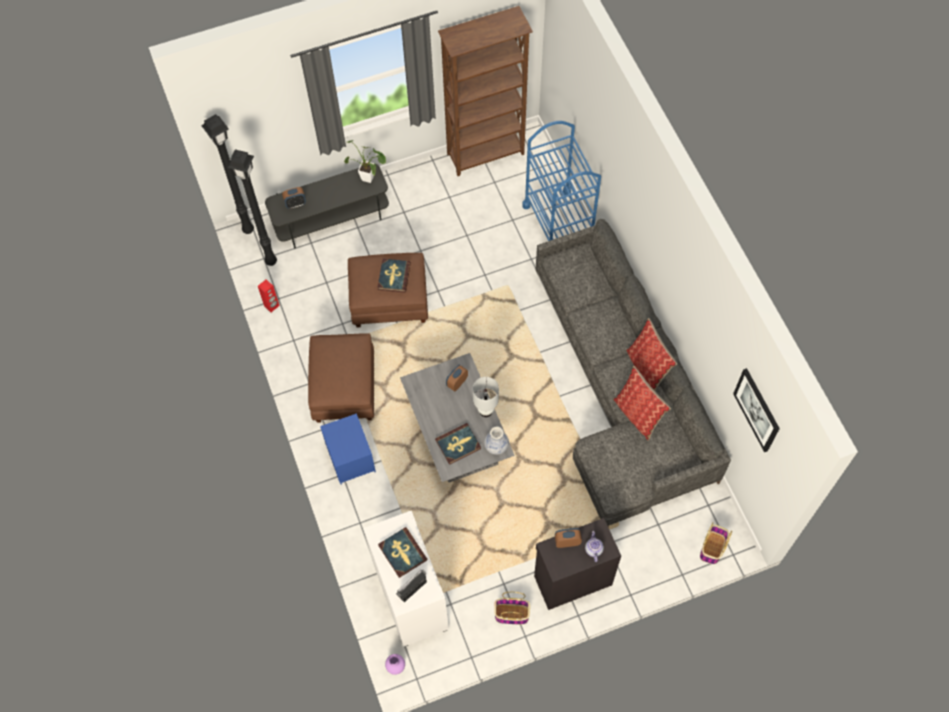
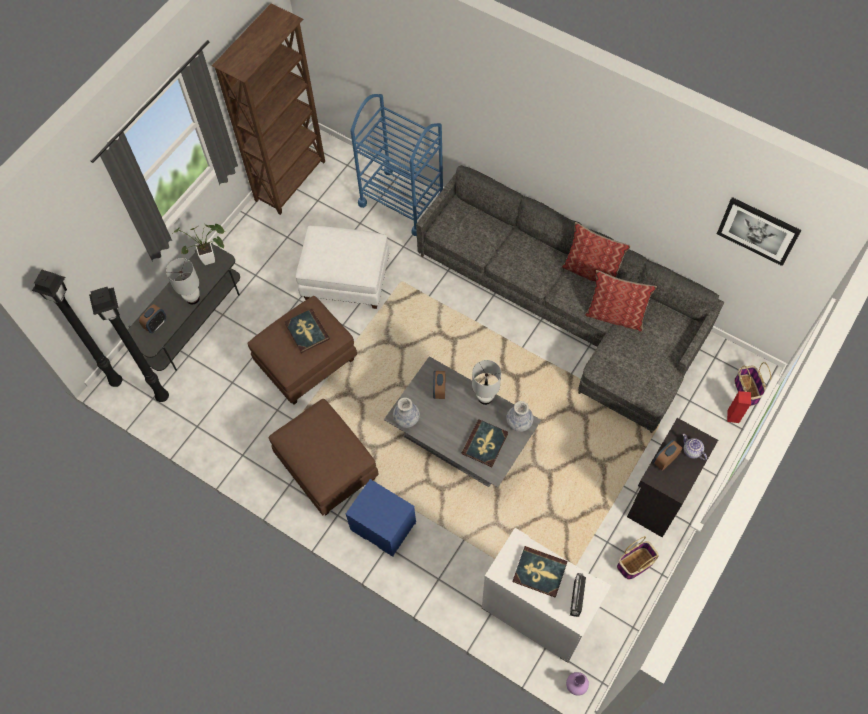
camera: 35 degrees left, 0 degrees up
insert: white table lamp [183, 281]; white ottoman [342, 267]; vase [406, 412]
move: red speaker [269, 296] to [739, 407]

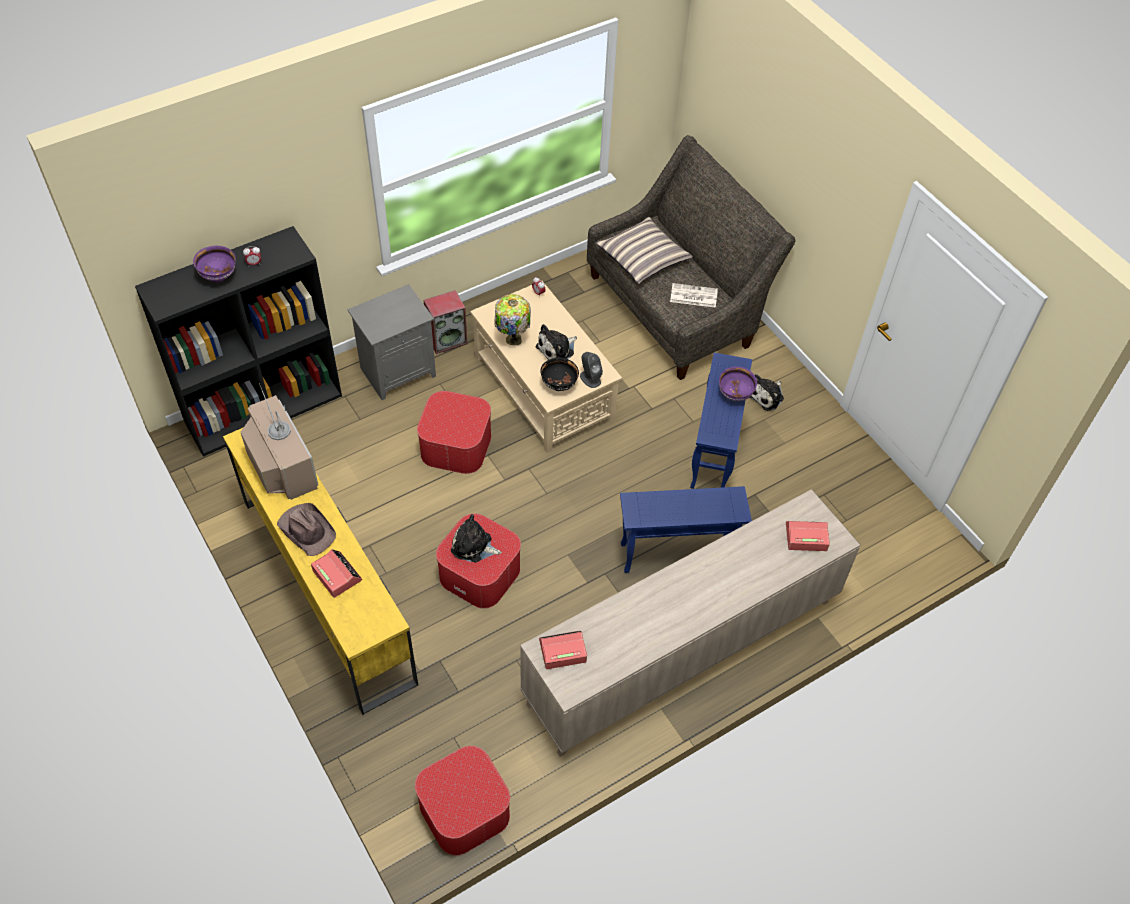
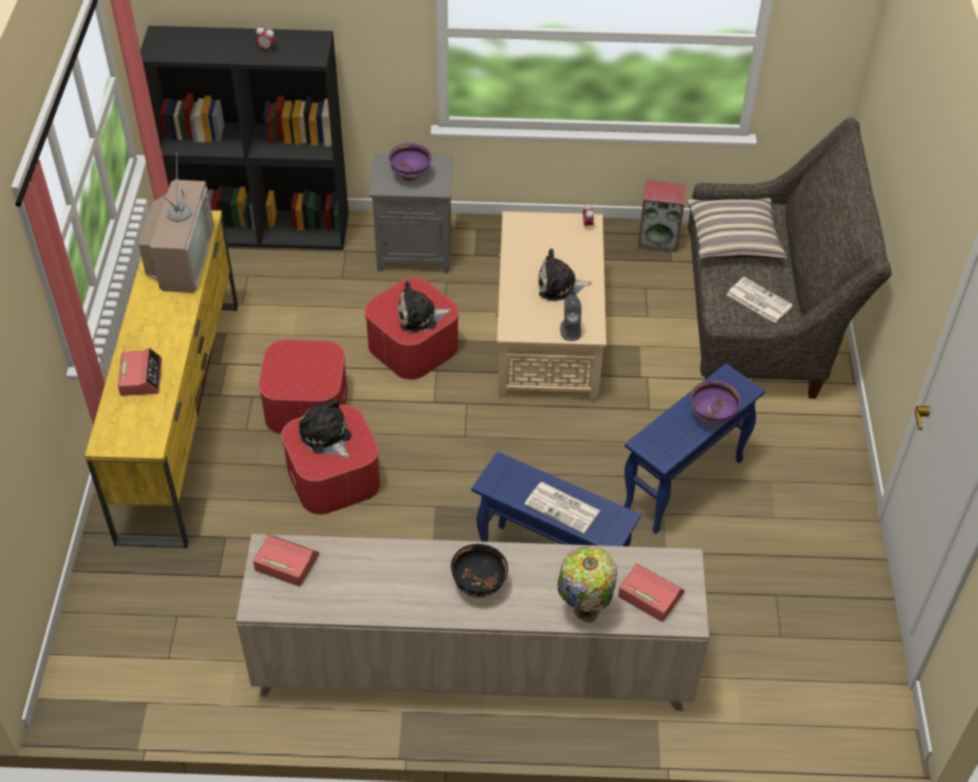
camera: 35 degrees right, 5 degrees down
delete: brown hat [306, 529]
insert: newspaper [562, 508]
move: ottoman [462, 800] to [303, 386]; purple bowl [214, 264] to [410, 162]; plush toy [766, 392] to [424, 307]; black bowl [559, 374] to [479, 570]; table lamp [513, 319] to [587, 584]; speaker [445, 322] to [662, 216]

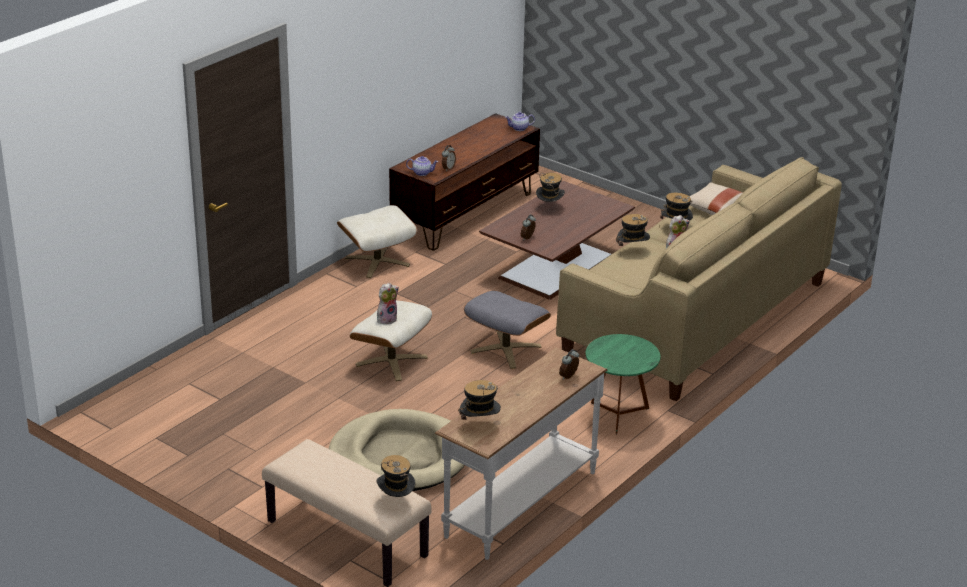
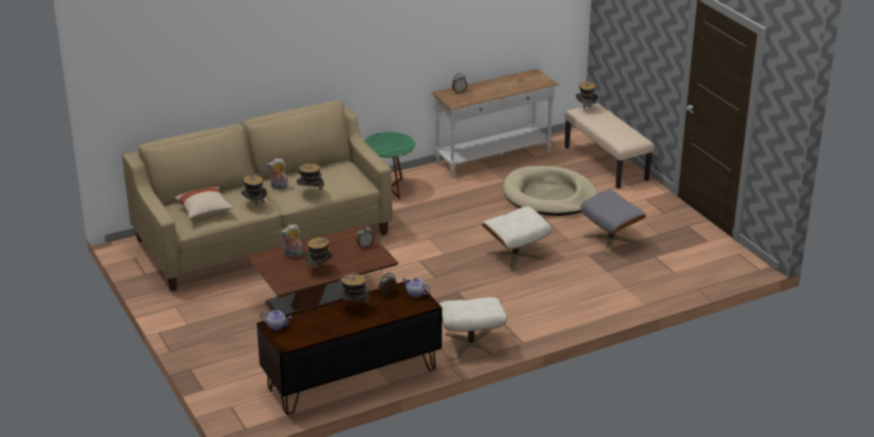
camera: 155 degrees left, 0 degrees up
move: plush toy [388, 303] to [291, 240]; hat [479, 400] to [354, 288]; grey ottoman [507, 330] to [613, 222]

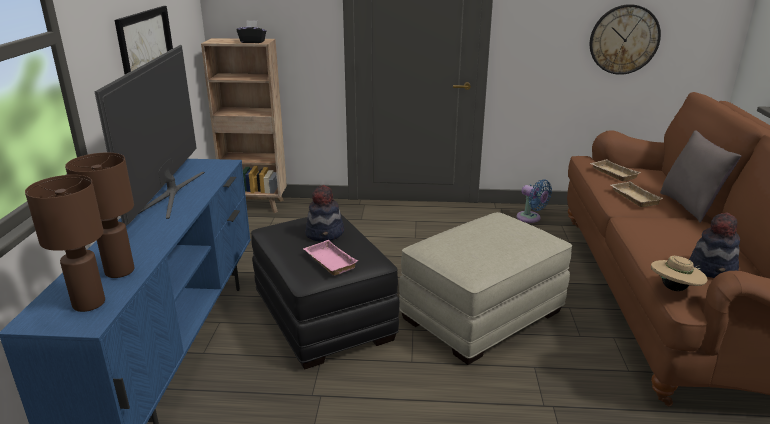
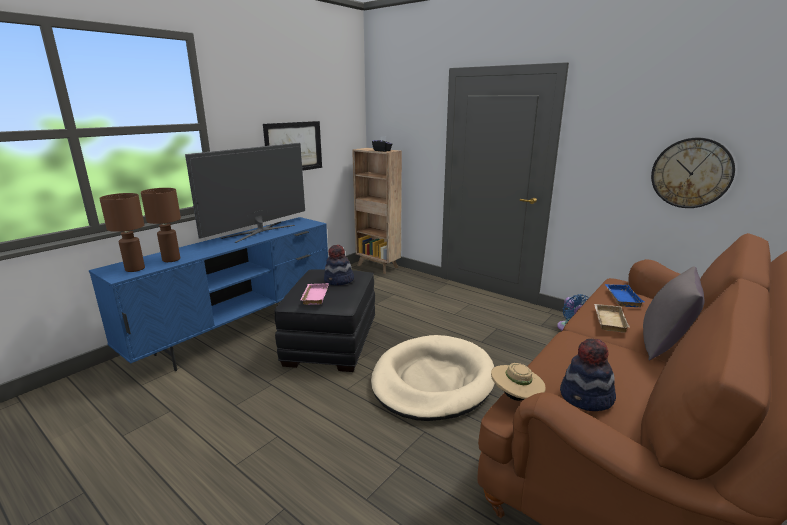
camera: 35 degrees right, 5 degrees down
replace: beige ottoman [485, 288] to beige dog bed [433, 378]
recolor: beige tray [615, 170] to blue tray [624, 295]

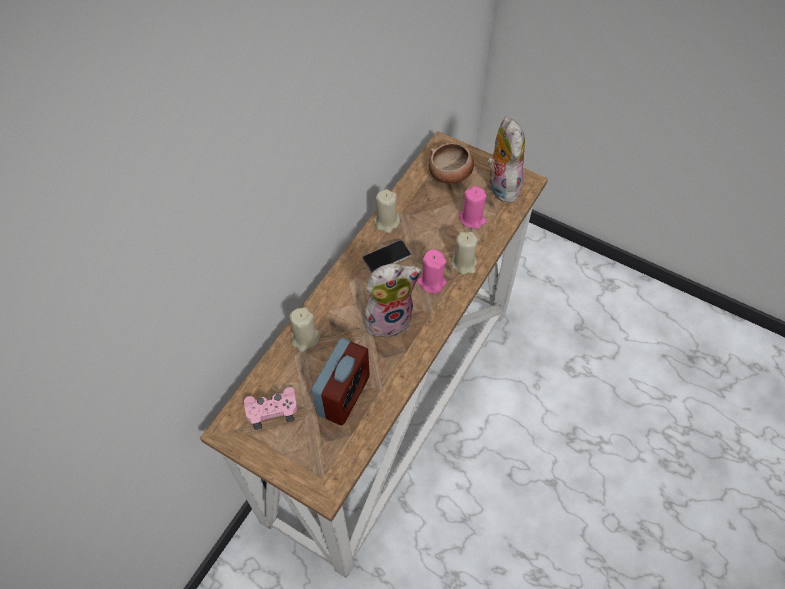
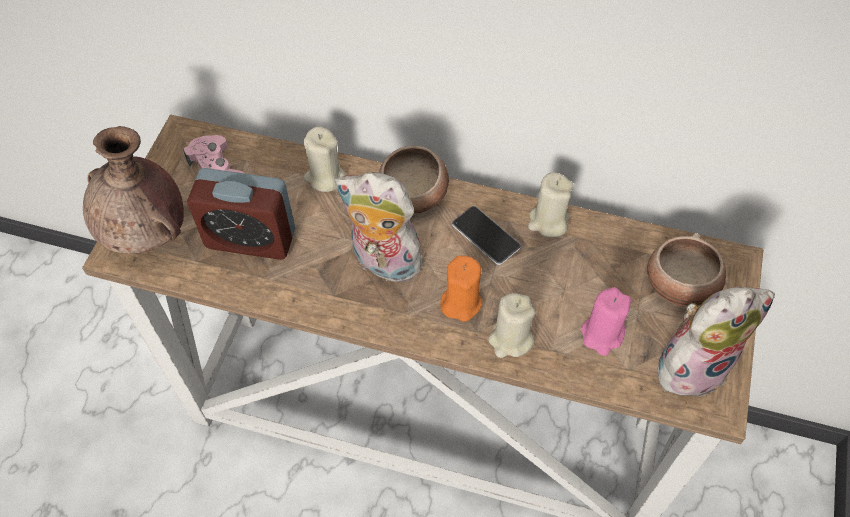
camera: 75 degrees right, 0 degrees up
insert: brown vase [133, 190]; bowl [414, 180]
recolor: pink candle [432, 271] to orange candle [461, 288]
rotate: plush toy [393, 301] = [378, 227] 150 degrees clockwise

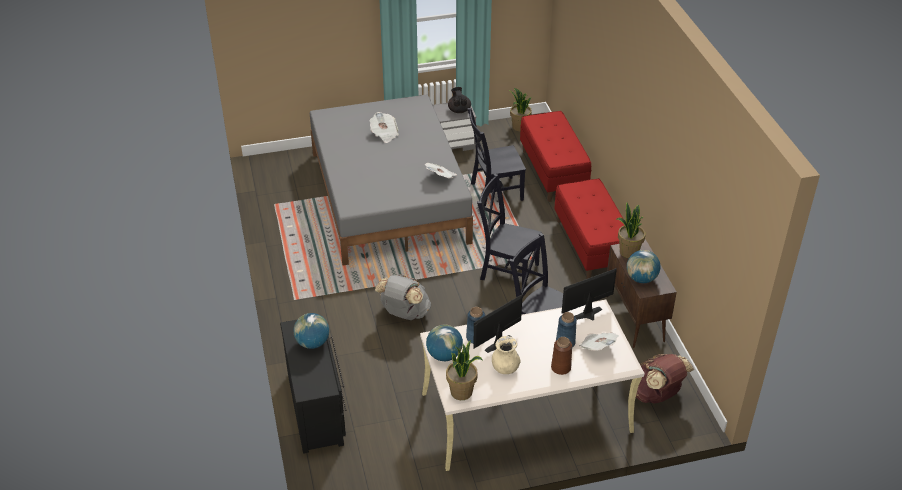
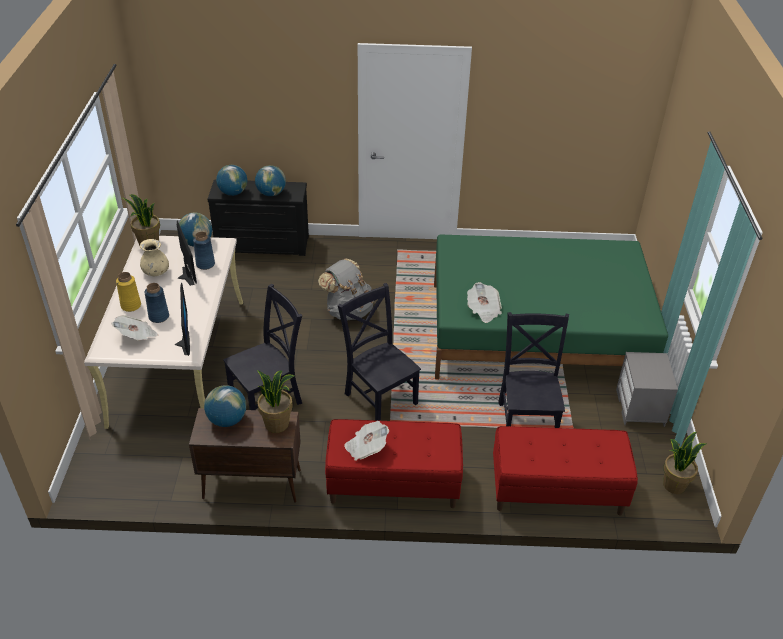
camera: 105 degrees right, 0 degrees up
delete: black teapot [459, 100]; brown backpack [665, 379]
insert: globe [231, 180]
move: newspaper [384, 127] to [366, 441]
recolor: brown vase [561, 356] to yellow vase [128, 292]; grey bed [391, 179] to green bed [551, 306]
rotate: black chair [509, 230] = [379, 352] 75 degrees counterclockwise

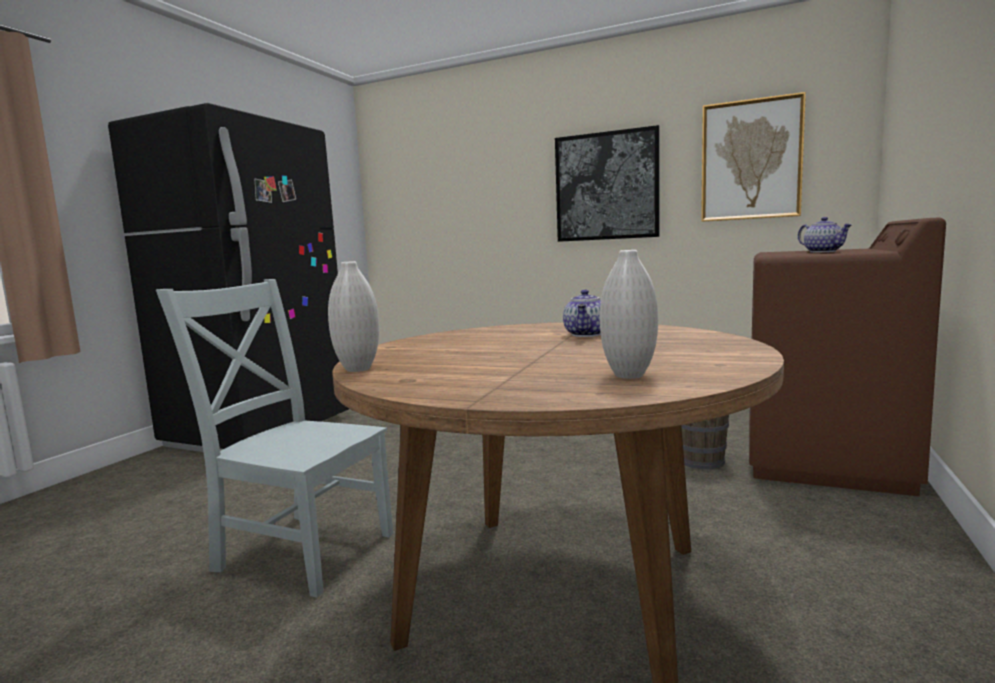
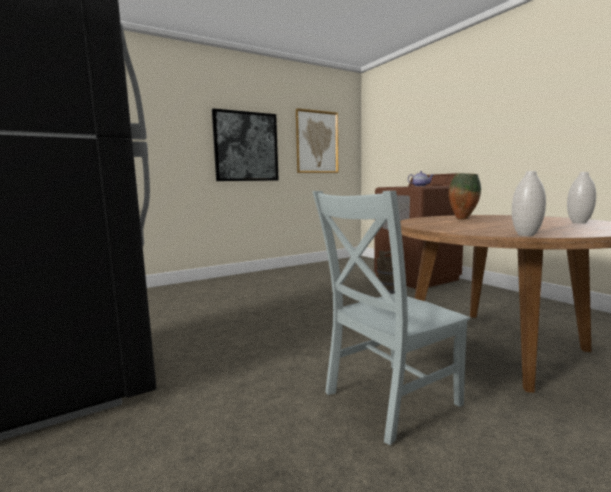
camera: 55 degrees left, 0 degrees up
replace: teapot [582, 313] to vase [465, 196]

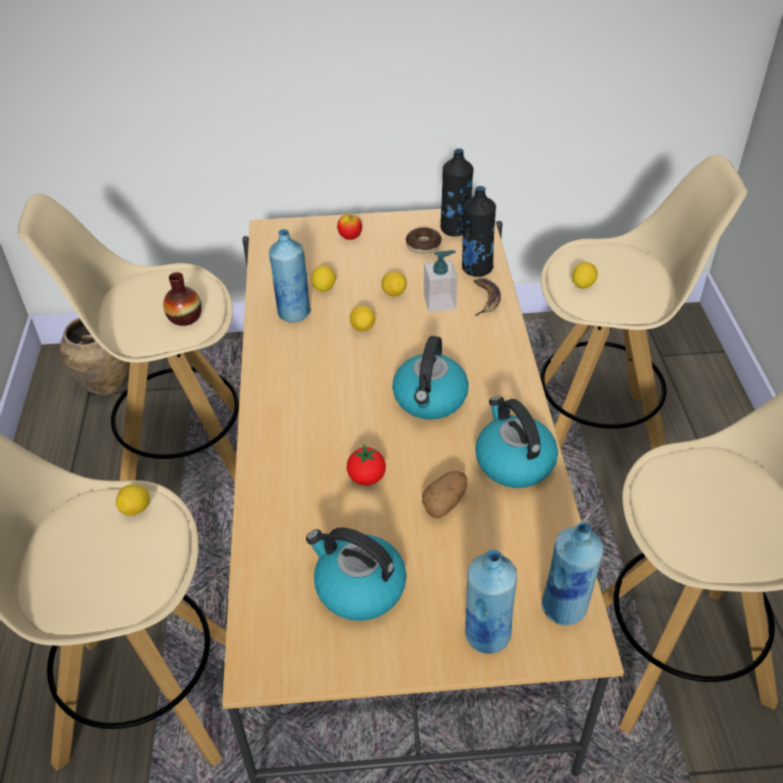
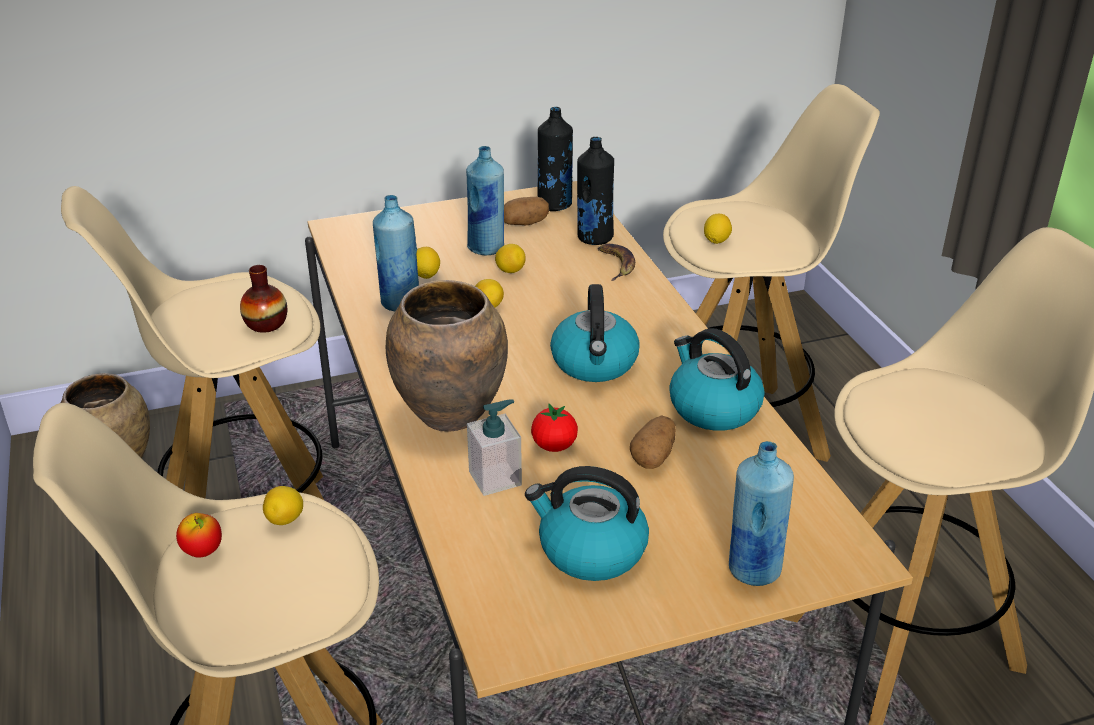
camera: 15 degrees left, 10 degrees down
insert: brown vase [447, 356]
move: apple [349, 227] to [199, 535]; blue bottle [572, 573] to [485, 200]; soap dispenser [440, 281] to [494, 448]
replace: donut [424, 240] to potato [526, 211]

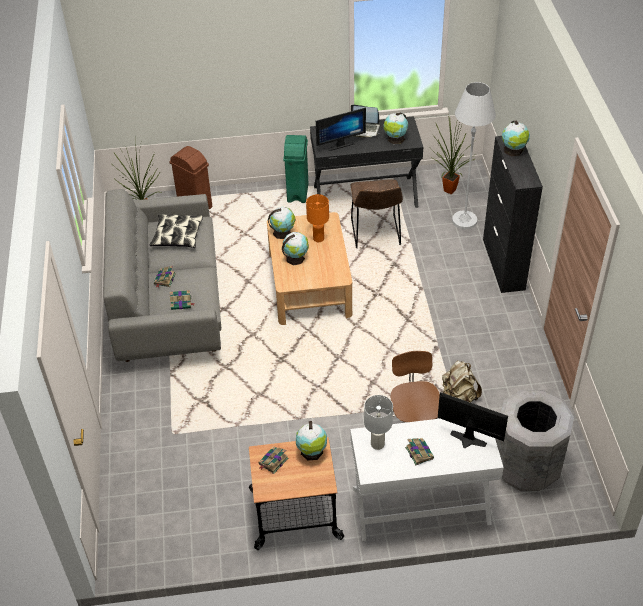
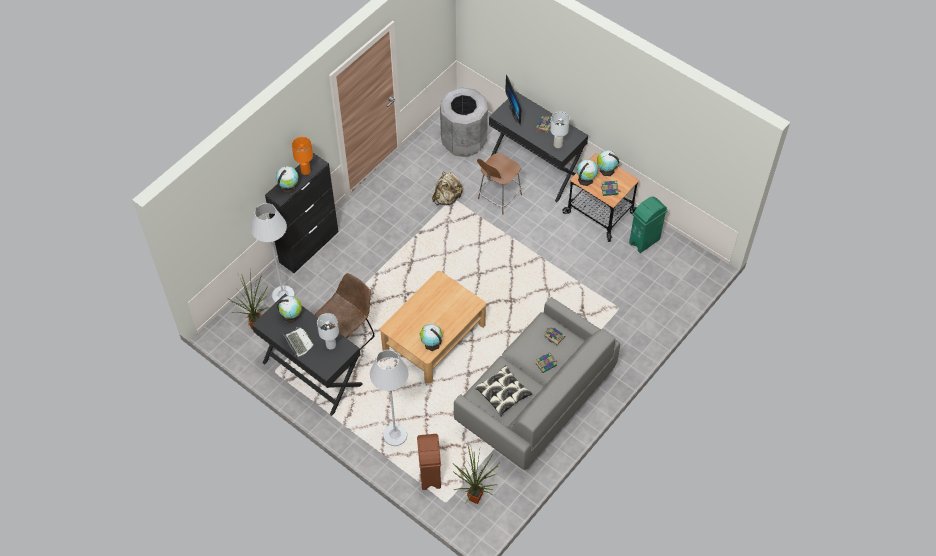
camera: 135 degrees left, 10 degrees up
insert: white floor lamp [389, 398]
move: orange table lamp [317, 218] to [302, 156]; globe [295, 249] to [608, 163]; green trash can [296, 169] to [648, 225]
replace: monitor [341, 129] to white table lamp [328, 331]
recolor: white desk [427, 480] to black desk [538, 147]

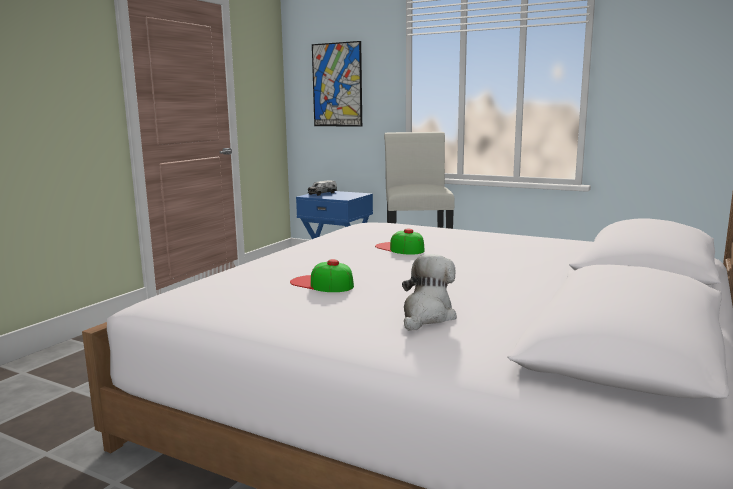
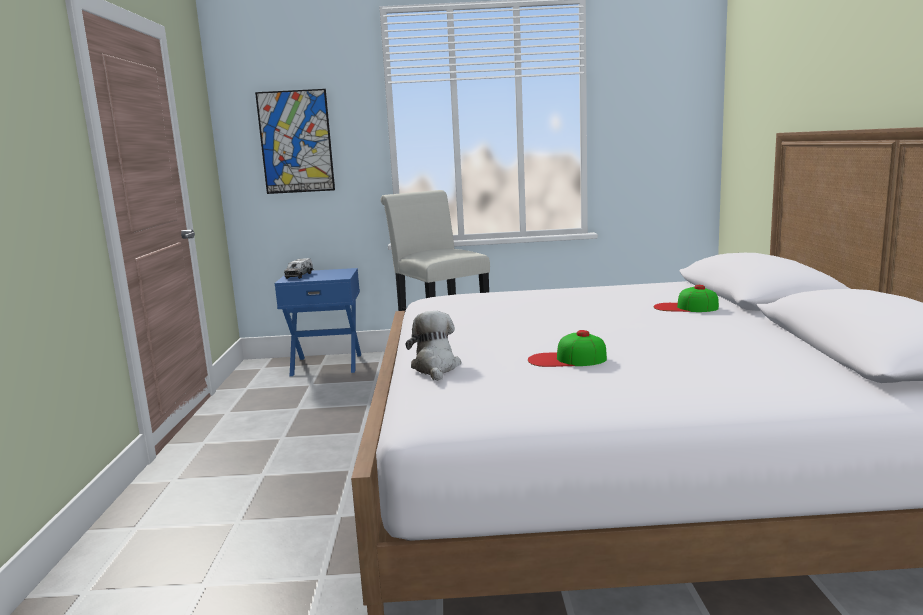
camera: 30 degrees left, 0 degrees up
move: plush toy [429, 292] to [434, 346]; cap [400, 242] to [686, 298]

